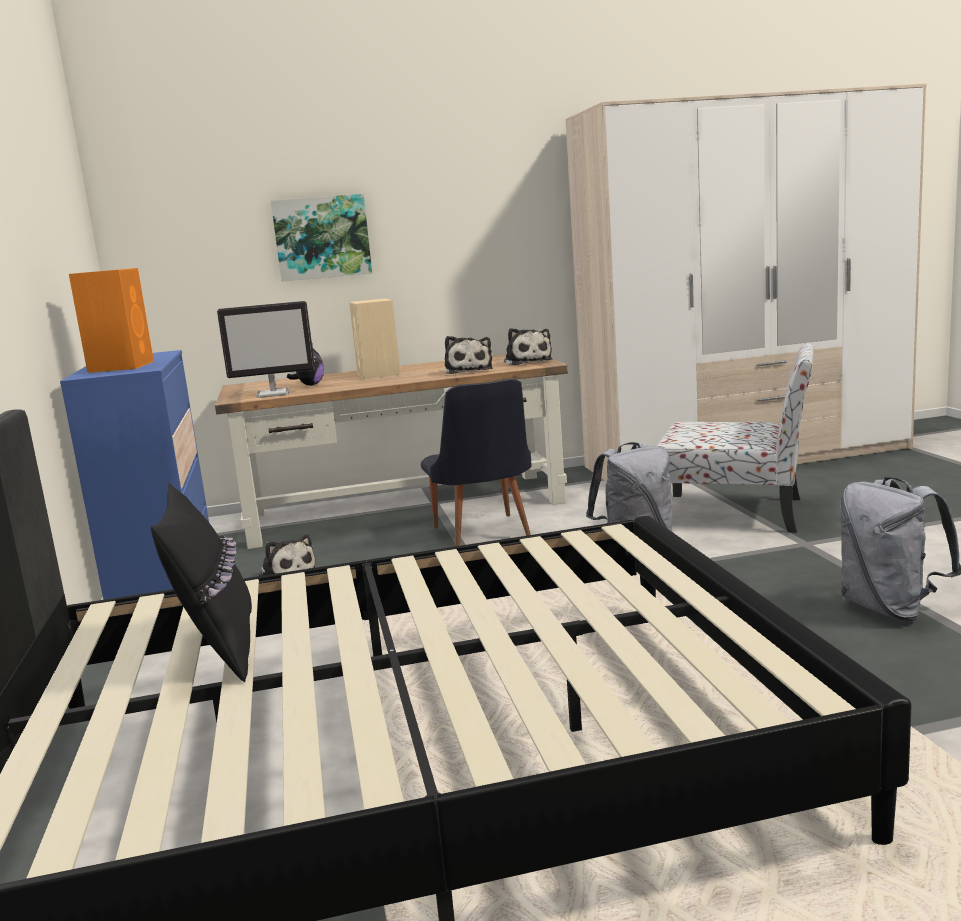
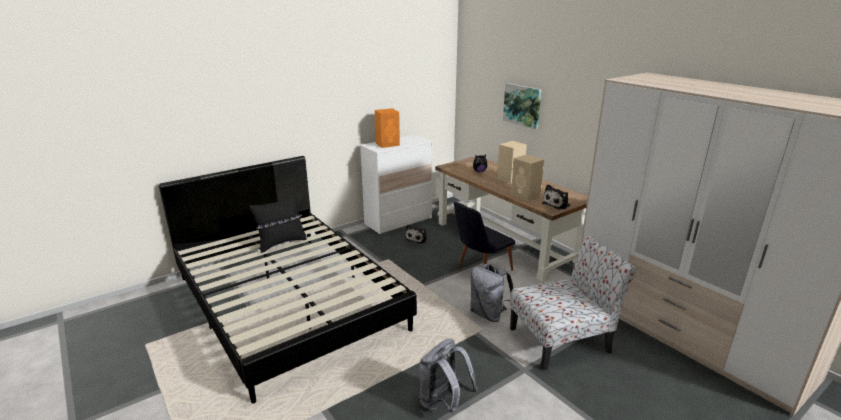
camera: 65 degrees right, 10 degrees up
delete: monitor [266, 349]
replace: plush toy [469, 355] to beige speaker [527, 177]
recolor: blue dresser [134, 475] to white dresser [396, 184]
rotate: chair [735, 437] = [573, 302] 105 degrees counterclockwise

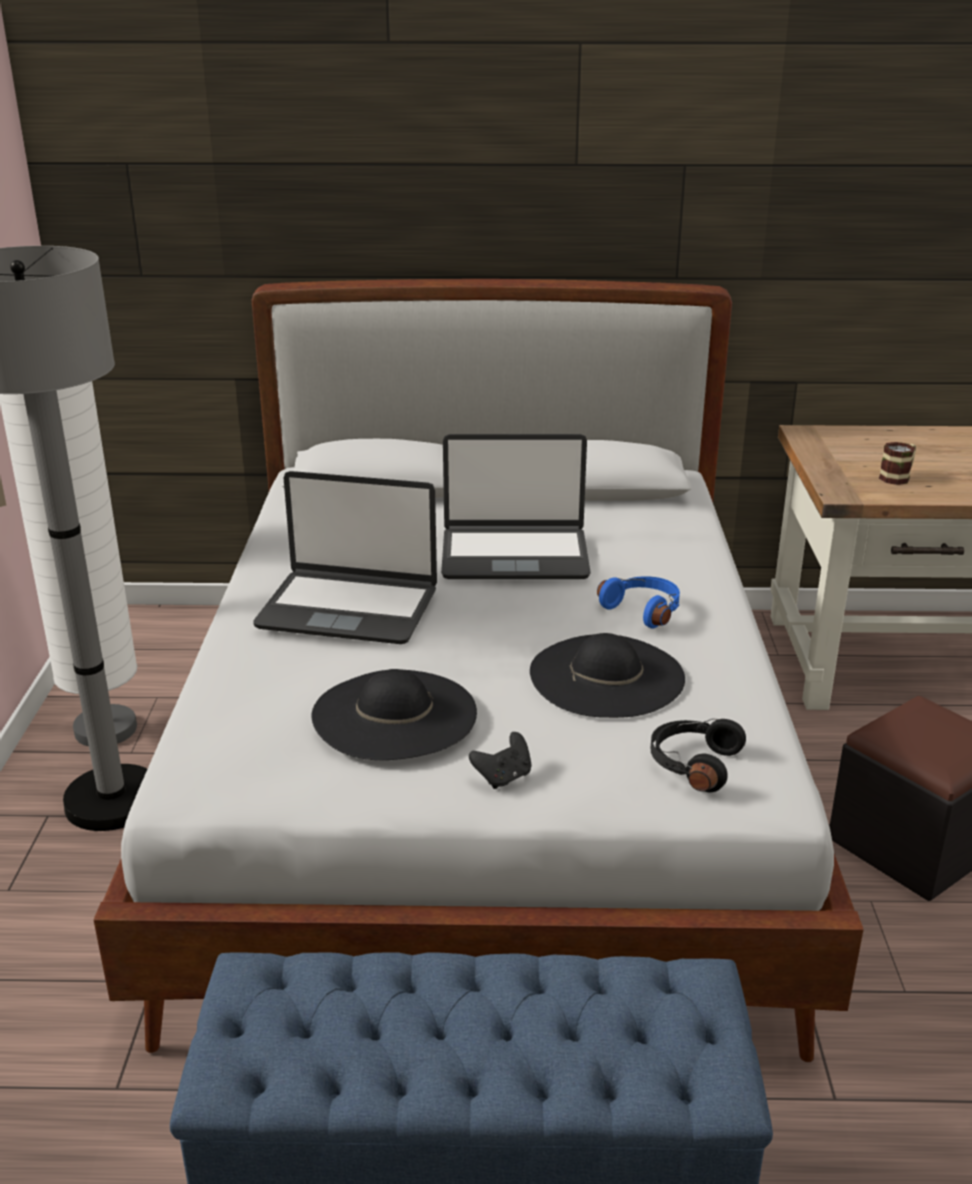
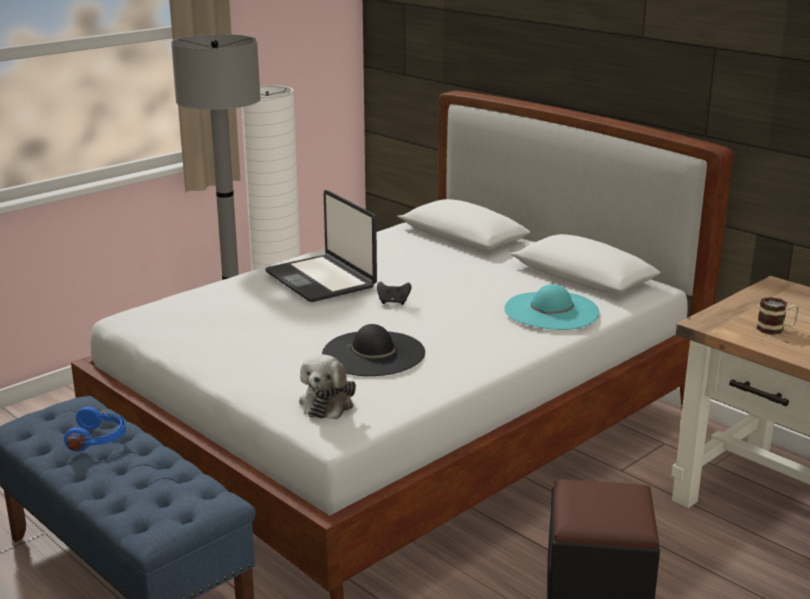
camera: 45 degrees right, 5 degrees down
delete: black hat [394, 714]; laptop [516, 506]
insert: turquoise hat [551, 307]
move: blue headphones [638, 602] to [95, 429]; black game controller [500, 760] to [394, 293]
replace: black headphones [698, 755] to plush toy [327, 386]

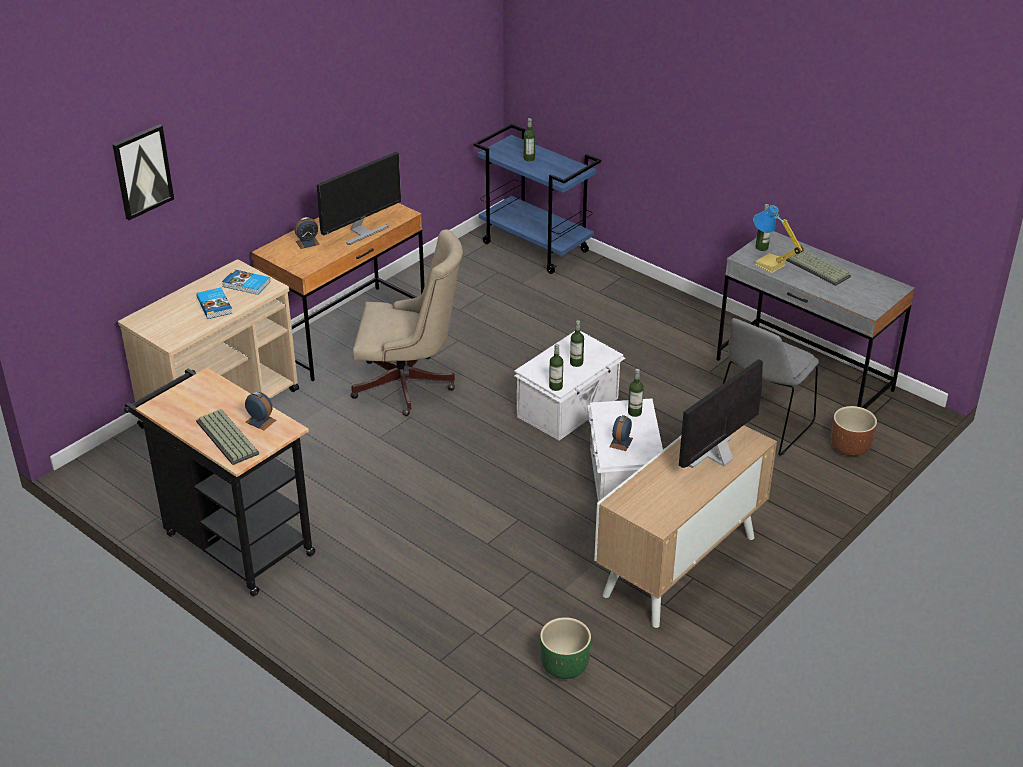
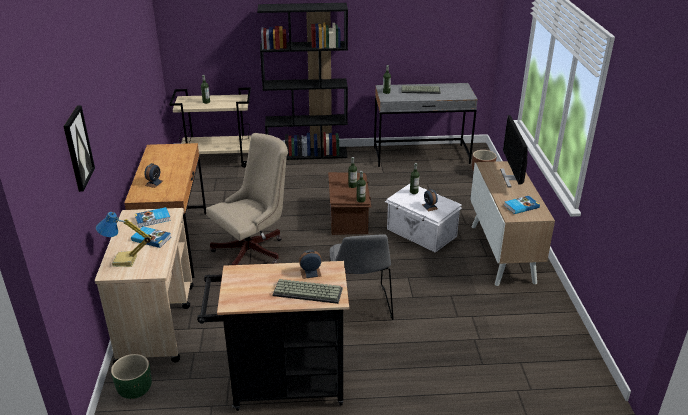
camera: 45 degrees left, 5 degrees down
delete: monitor [359, 198]
insert: black bookcase [302, 81]; book [522, 205]
move: table lamp [778, 239] to [124, 239]; green planter [565, 648] to [131, 376]; grey chair [771, 387] to [361, 277]
recolor: blue cart [537, 199] to beige cart [210, 127]; white storage box [570, 386] to brown storage box [349, 203]

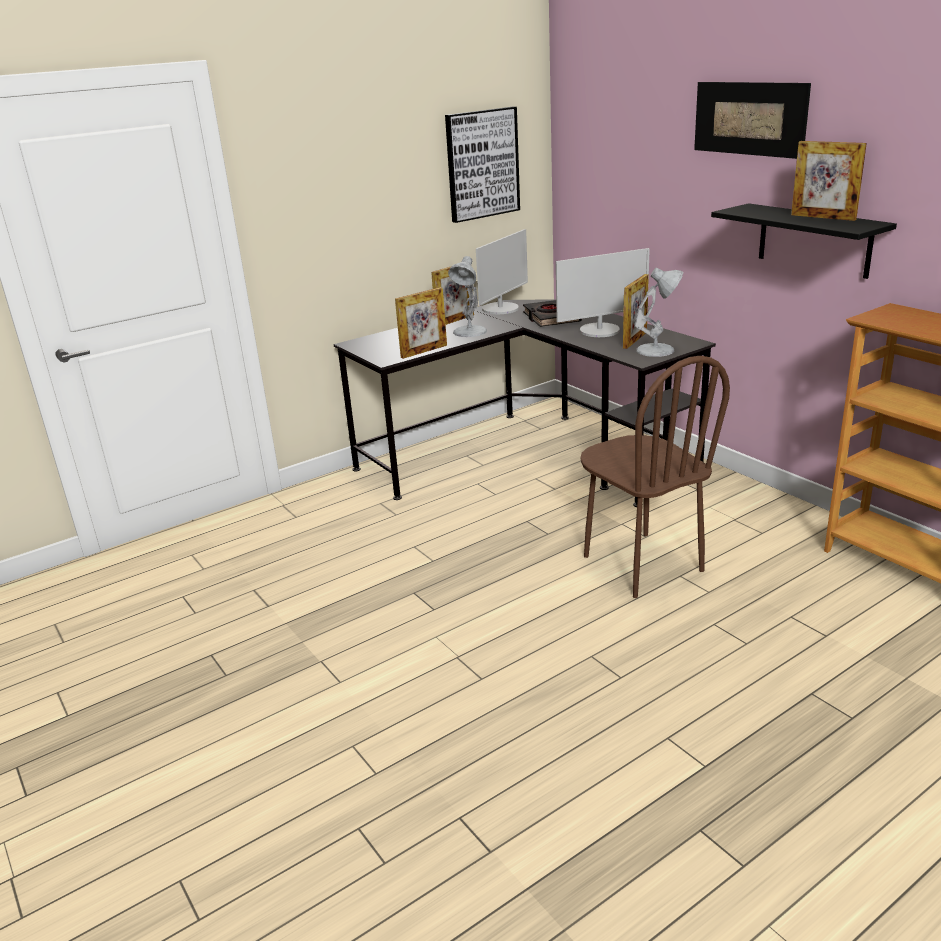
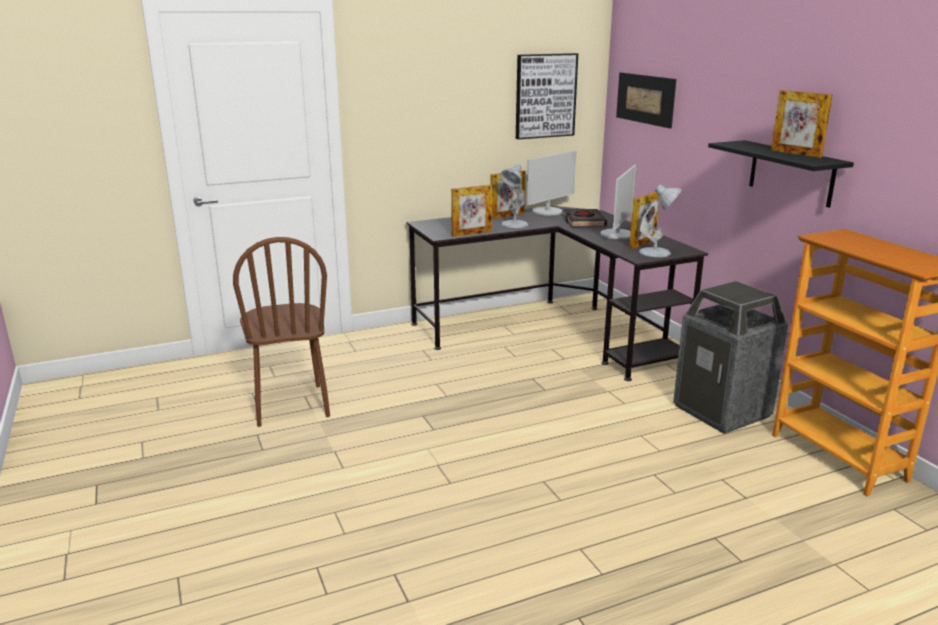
camera: 10 degrees right, 5 degrees down
insert: trash can [730, 357]
move: brown chair [655, 477] to [281, 332]; picture [752, 120] to [646, 100]
rotate: monitor [603, 292] = [618, 202] 60 degrees counterclockwise

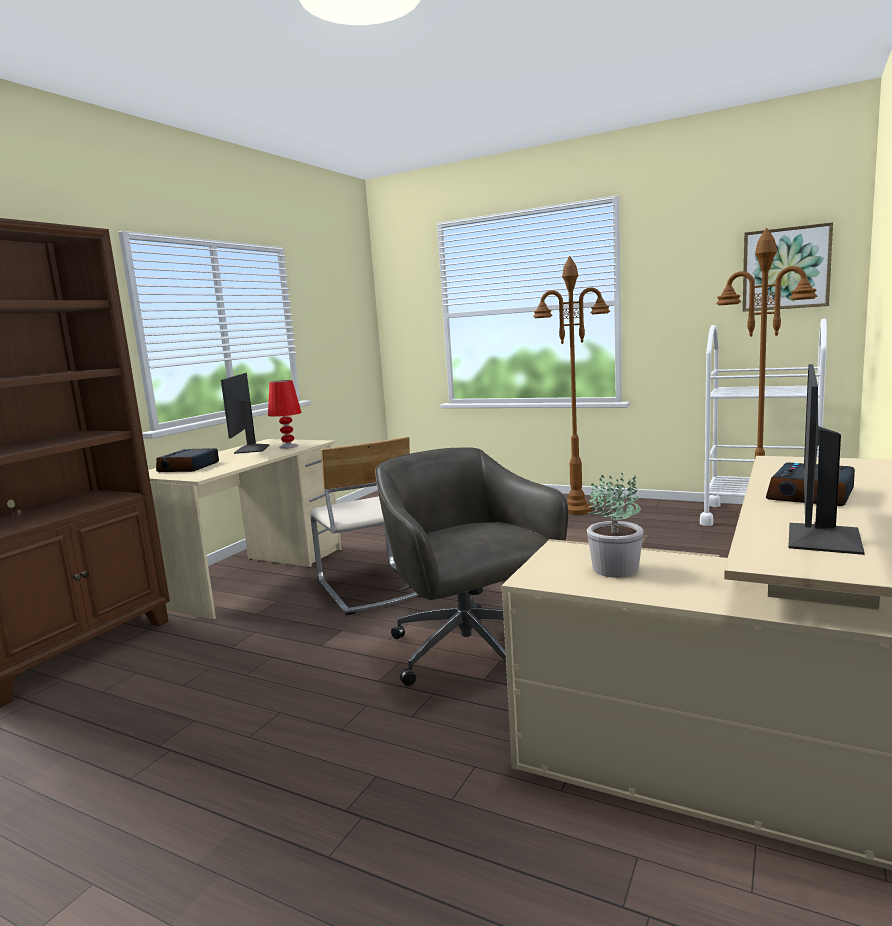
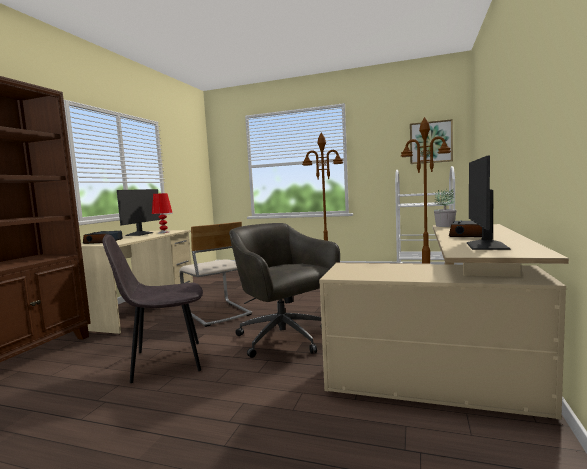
camera: 10 degrees left, 5 degrees down
insert: grey chair [153, 308]
move: potted plant [615, 525] to [445, 208]
rotate: monitor [245, 413] = [139, 212] 150 degrees counterclockwise

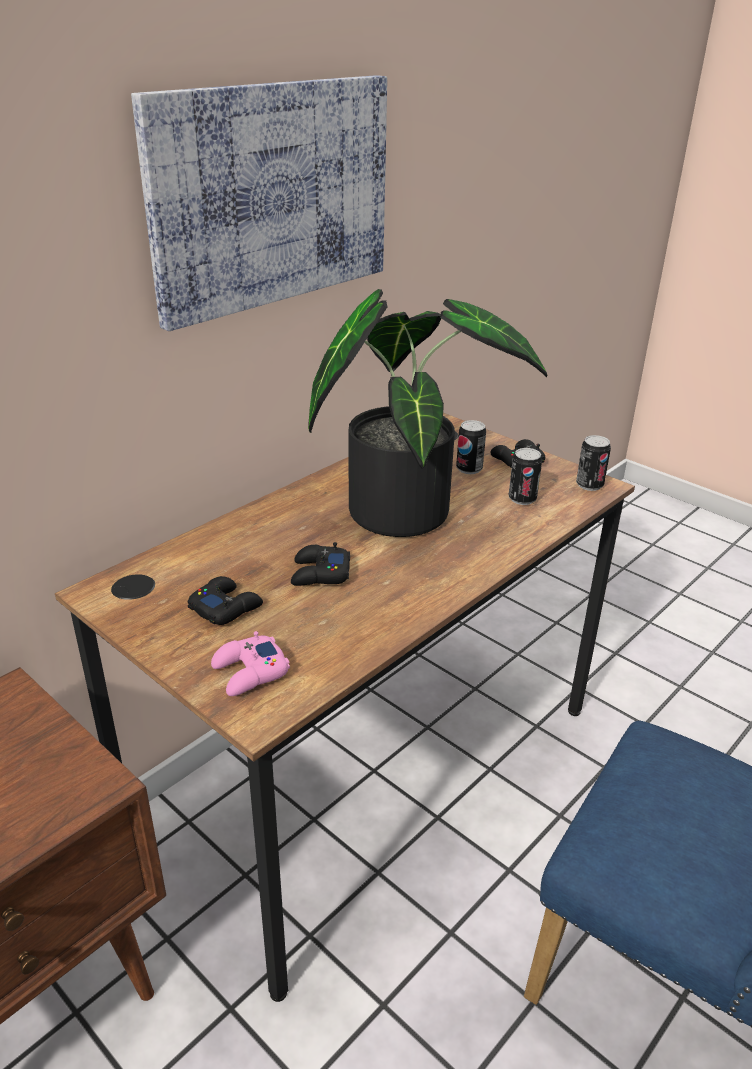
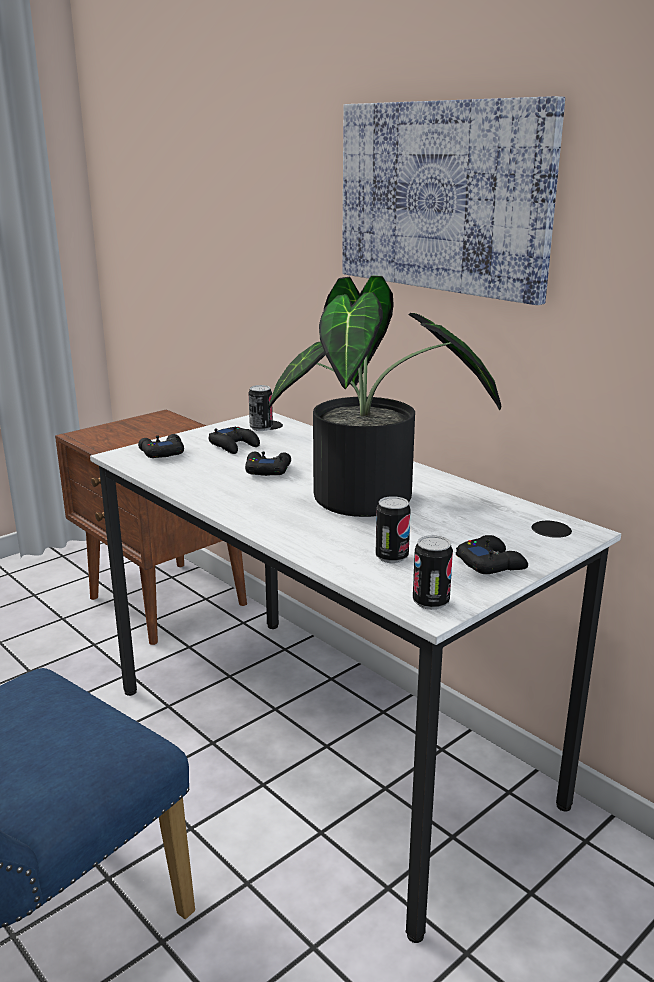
camera: 95 degrees right, 10 degrees down
move: can [471, 447] to [260, 408]
recolor: brown desk [345, 707] to white desk [355, 677]; pink game controller [250, 663] to black game controller [161, 446]

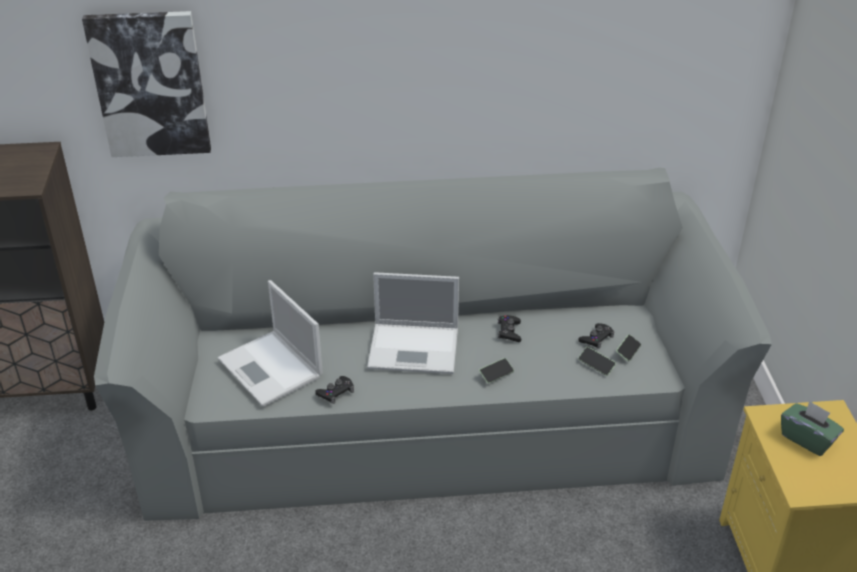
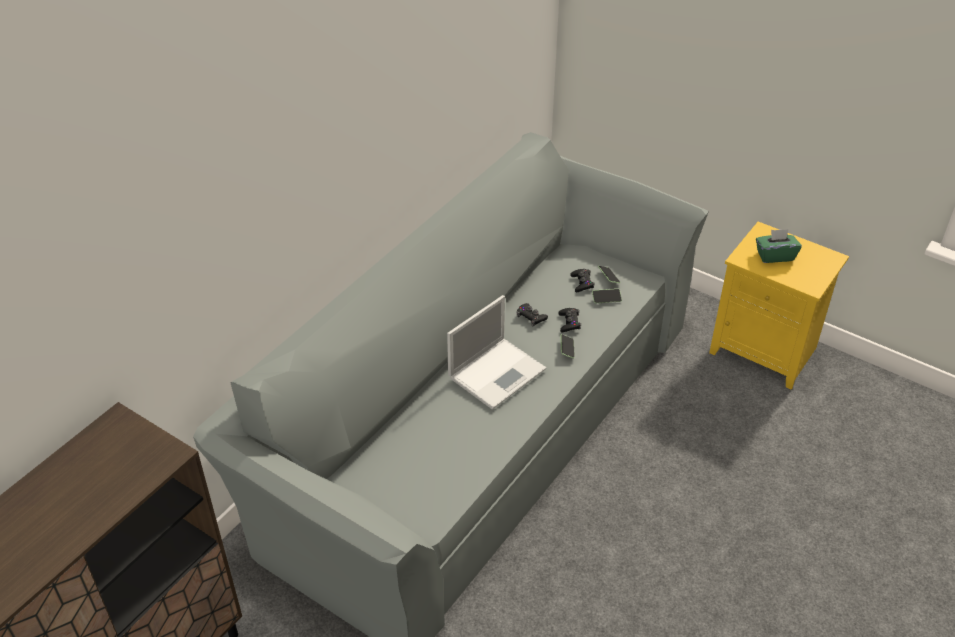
camera: 50 degrees left, 5 degrees up
delete: picture [146, 84]; laptop [270, 343]
move: black game controller [334, 390] to [569, 320]

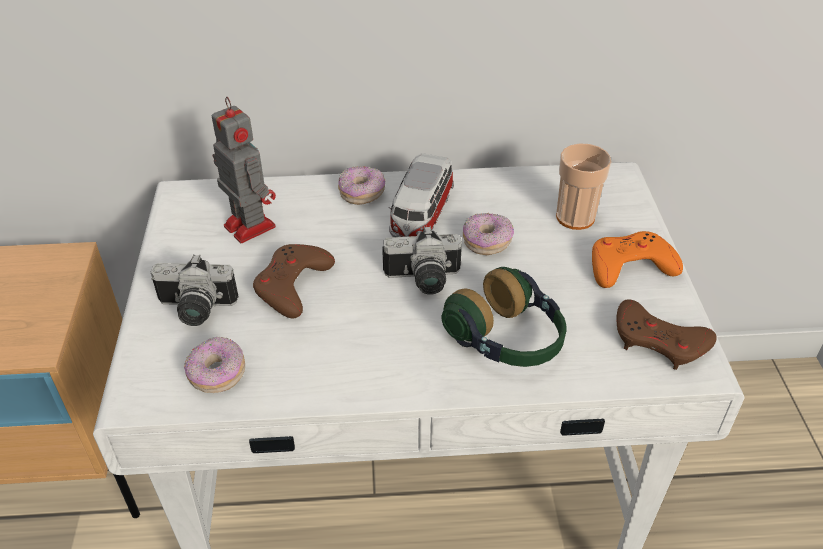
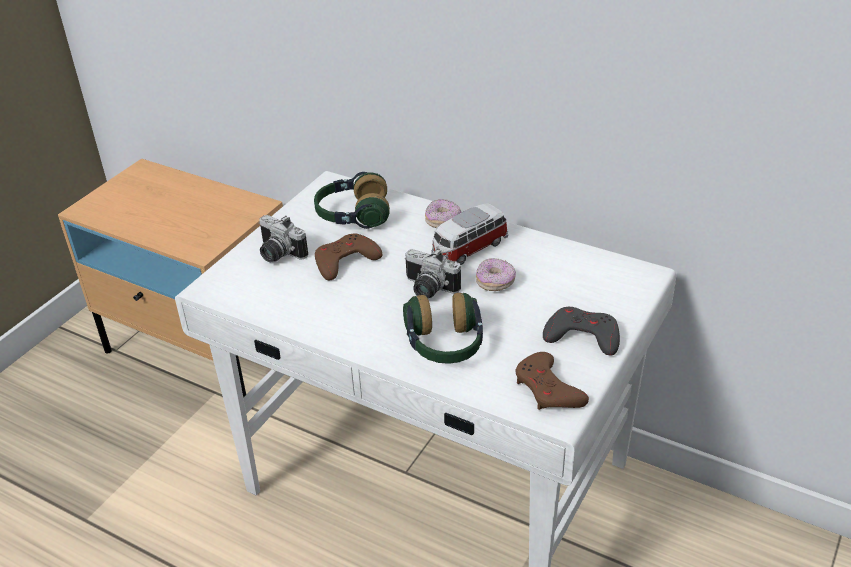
camera: 35 degrees right, 5 degrees down
delete: donut [214, 365]; cup [583, 186]
replace: toy robot [244, 170] to headphones [352, 200]
recolor: orange game controller [637, 259] to grey game controller [581, 331]

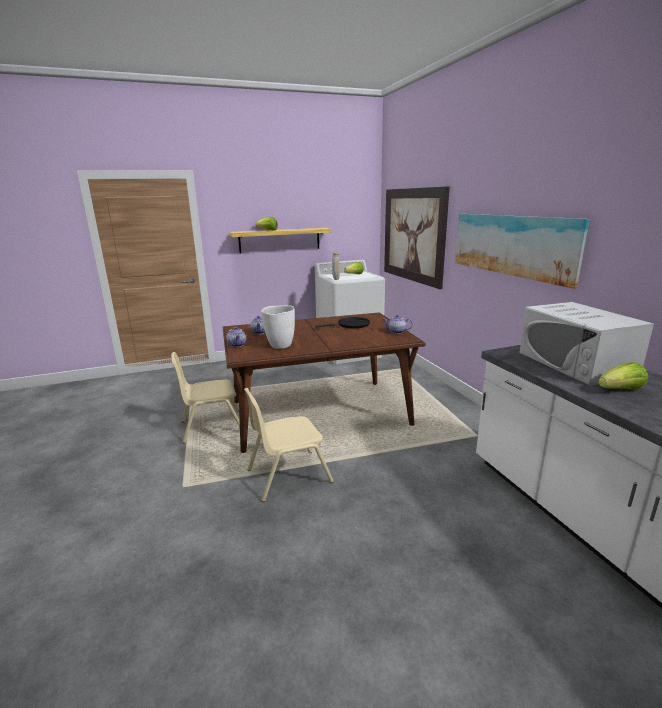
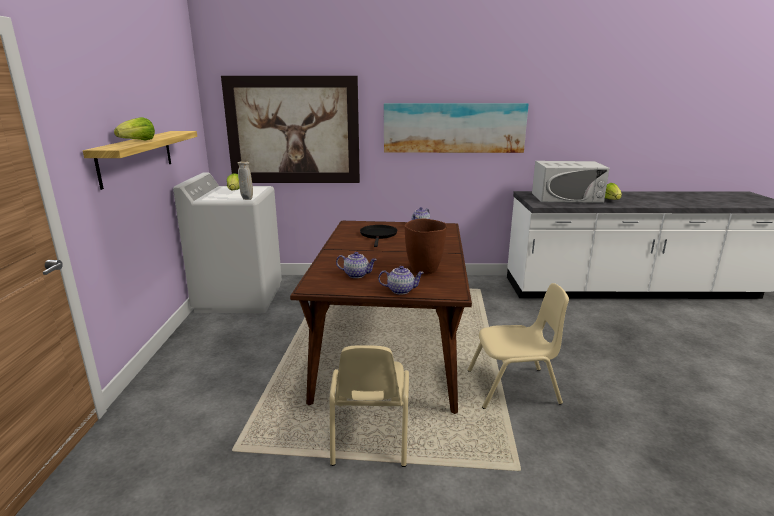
camera: 70 degrees left, 0 degrees up
recolor: white vase [278, 327] to brown vase [426, 247]
rotate: beige chair [289, 445] = [518, 346] 90 degrees counterclockwise

